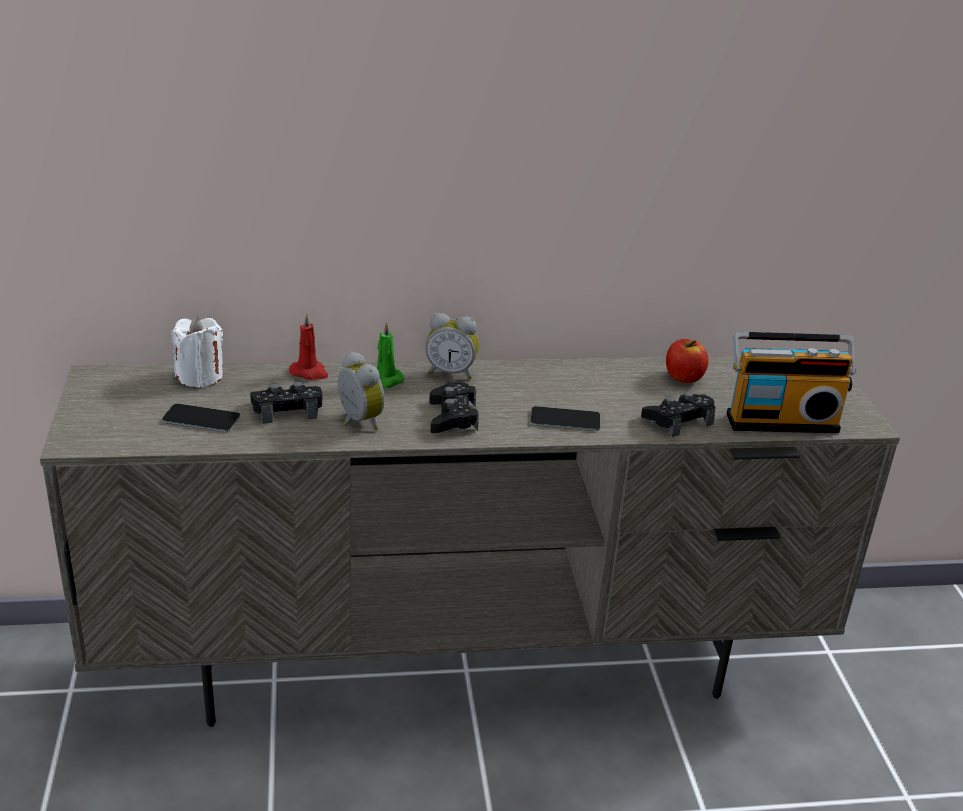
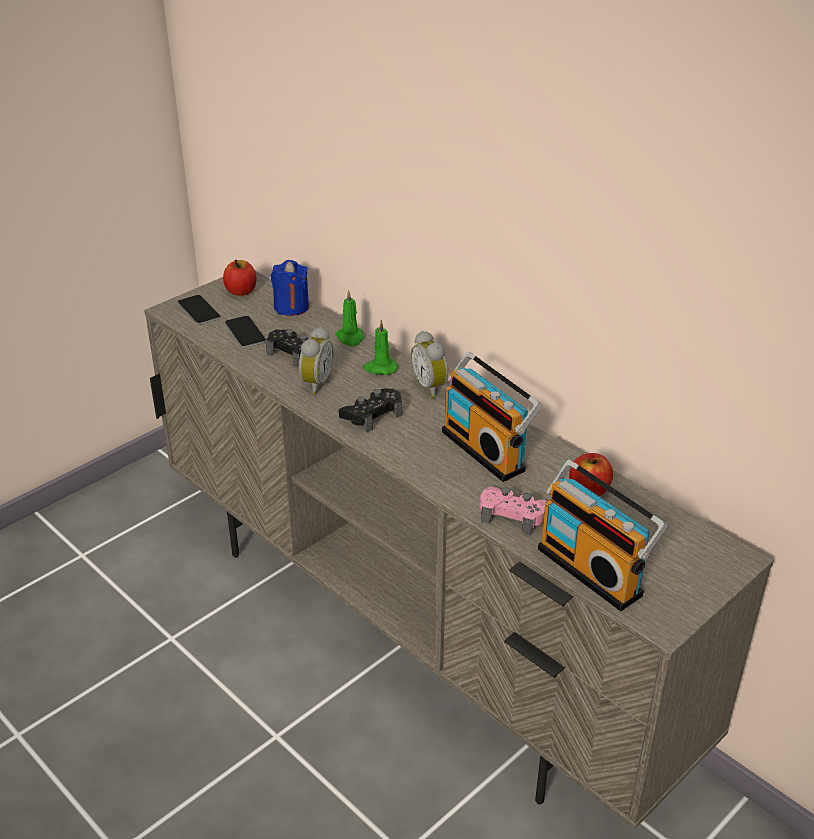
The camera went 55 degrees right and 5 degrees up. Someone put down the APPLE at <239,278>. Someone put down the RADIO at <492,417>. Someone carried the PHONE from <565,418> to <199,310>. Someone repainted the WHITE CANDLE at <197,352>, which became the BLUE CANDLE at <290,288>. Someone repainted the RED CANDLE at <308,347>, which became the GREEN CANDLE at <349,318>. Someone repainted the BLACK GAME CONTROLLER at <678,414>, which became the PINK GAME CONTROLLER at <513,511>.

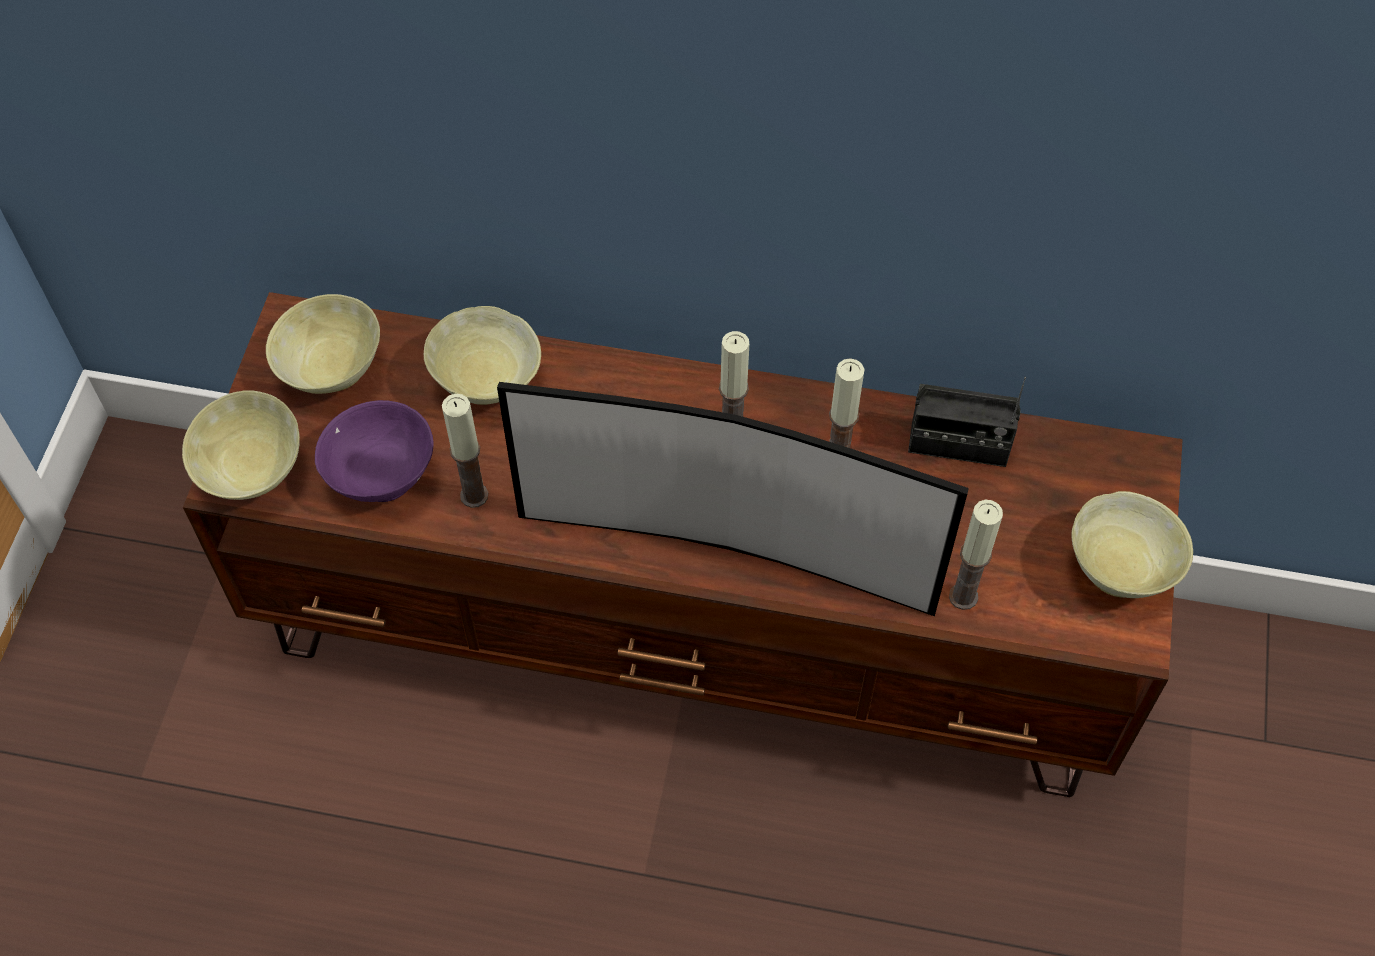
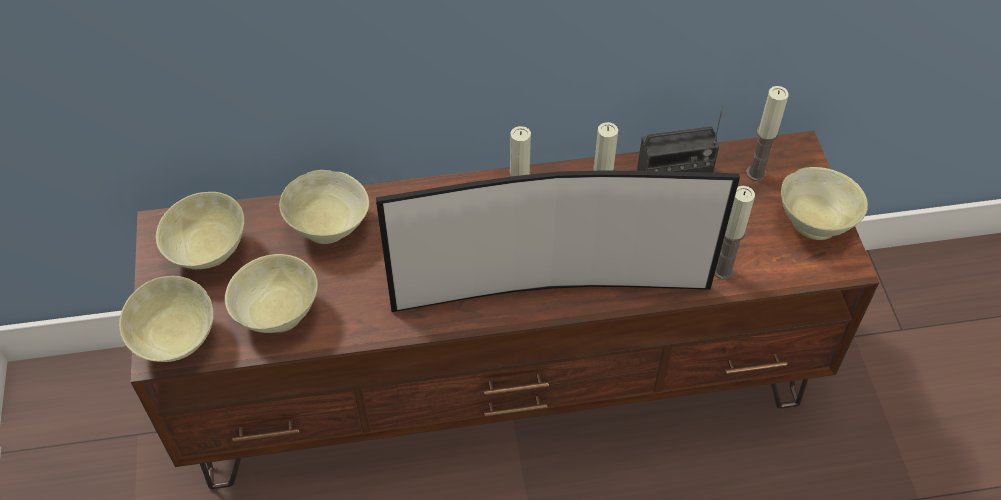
The camera went 20 degrees left and 5 degrees down. Someone carried the CANDLE from <465,451> to <767,133>. Someone repainted the PURPLE BOWL at <374,451>, which became the BEIGE BOWL at <271,293>.

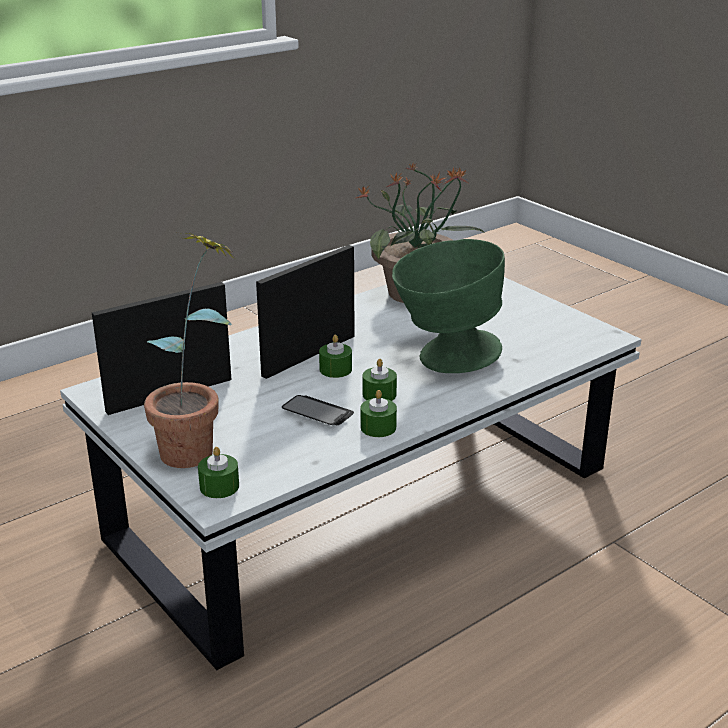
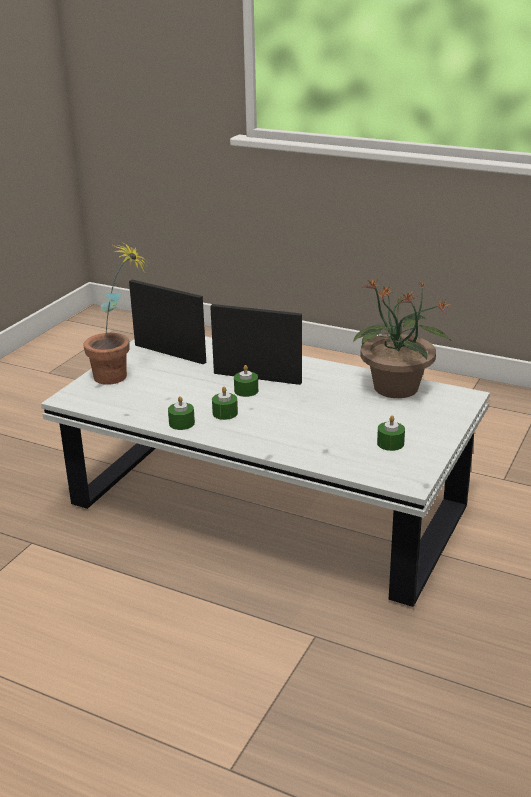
The camera went 65 degrees right and 0 degrees up. Someone took away the PHONE at <318,410>. Someone took away the GREEN BOWL at <448,306>. Someone carried the GREEN CANDLE from <218,472> to <391,433>.

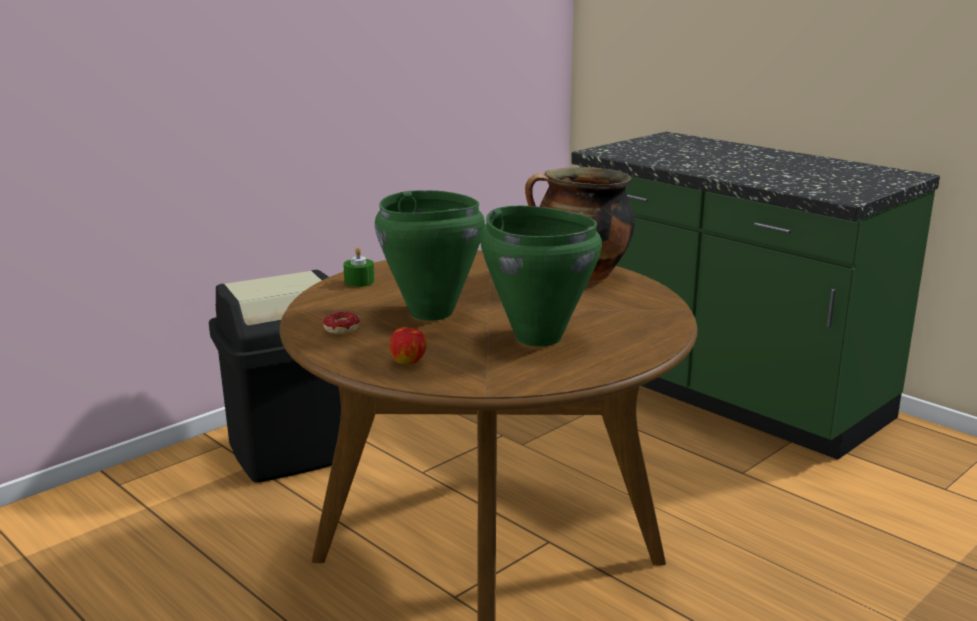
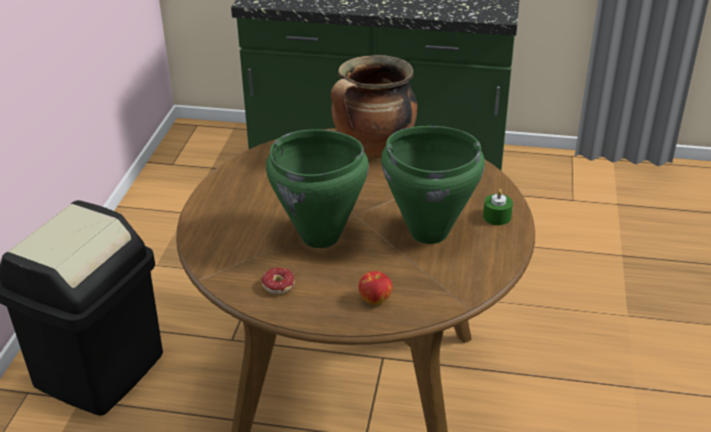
The camera went 35 degrees left and 15 degrees up. Someone carried the GREEN CANDLE from <359,267> to <498,207>.

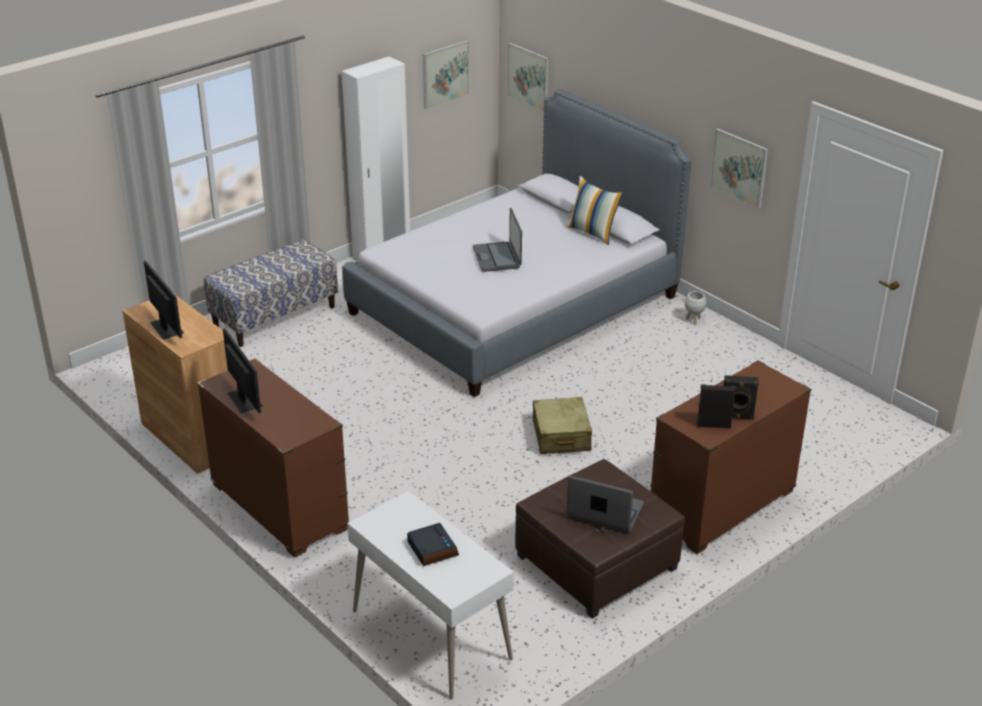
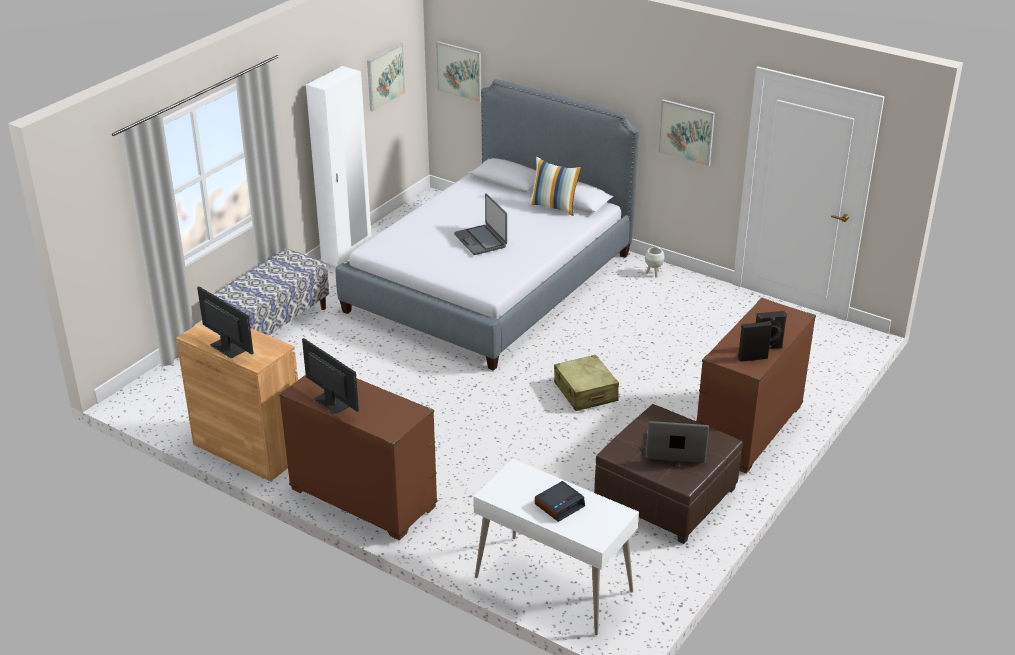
The camera went 15 degrees left and 0 degrees up. Someone rotated the ALARM CLOCK at <433,544> by 90 degrees clockwise.

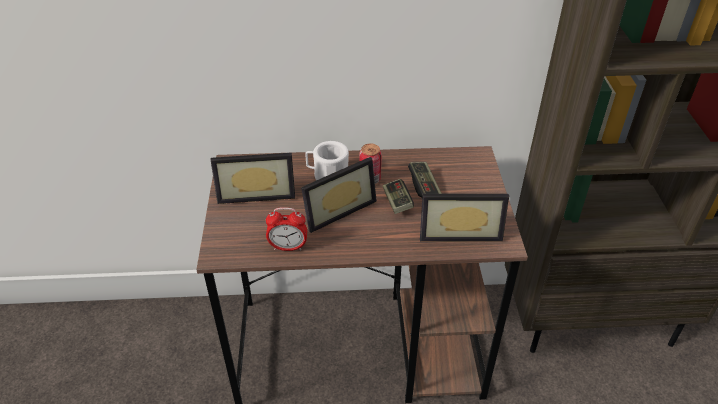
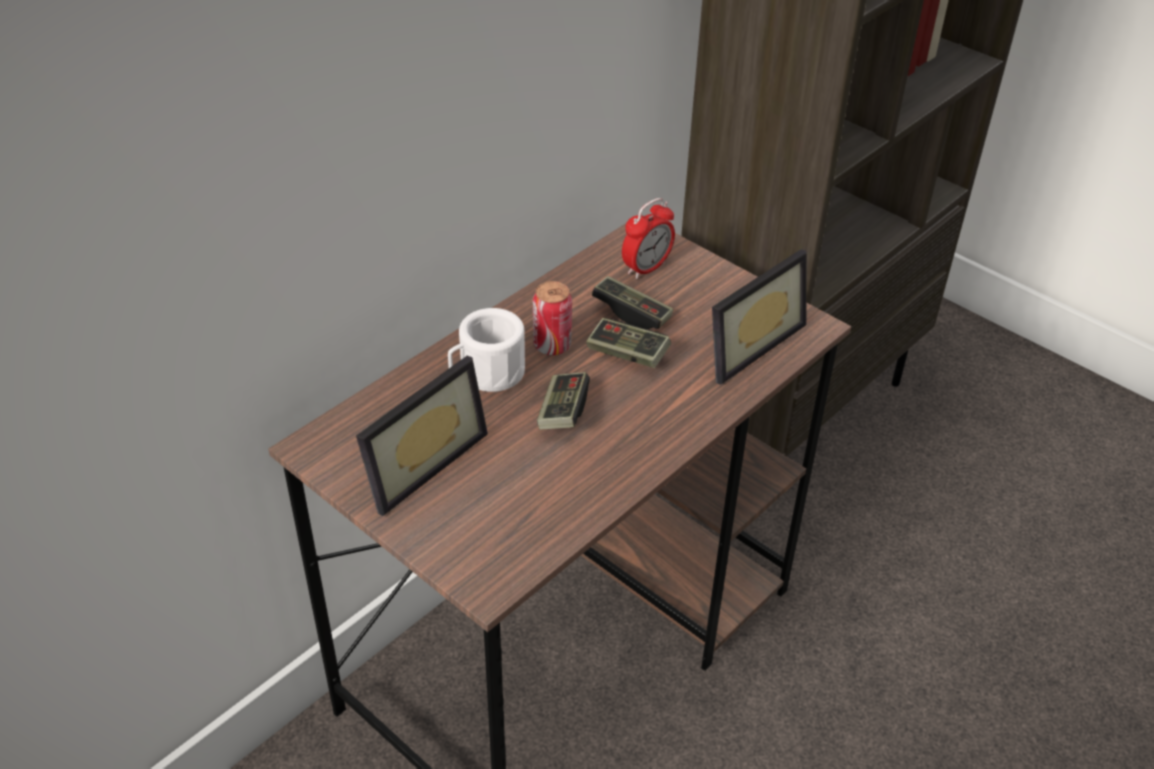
The camera went 45 degrees left and 0 degrees up. Someone carried the ALARM CLOCK from <286,229> to <648,238>. Someone swapped the PICTURE FRAME at <339,195> for the GAME CONTROLLER at <563,400>.

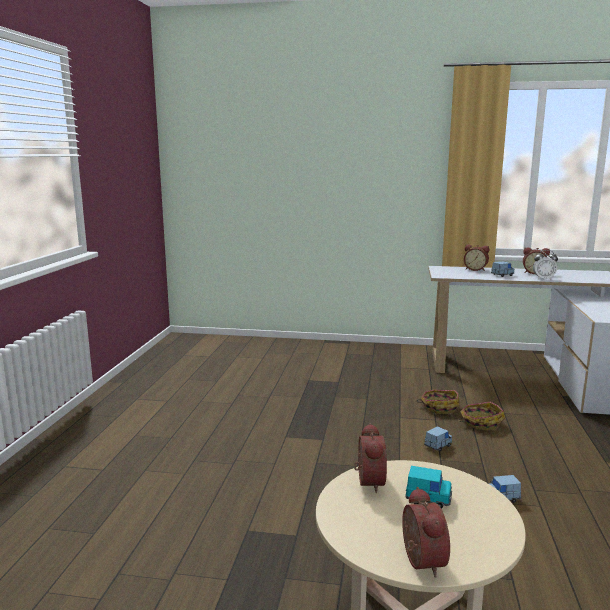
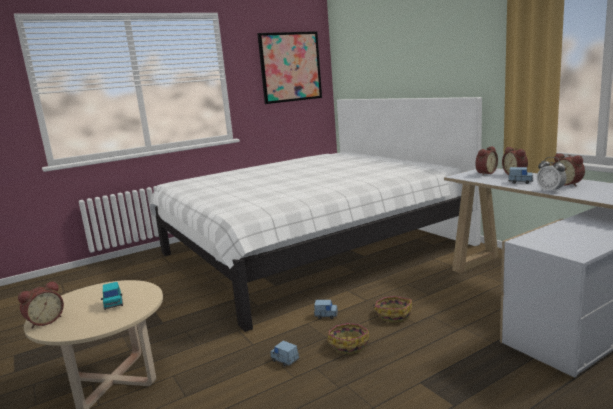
The camera went 50 degrees right and 0 degrees up. Someone put down the WHITE BED at <315,214>. Someone put up the PICTURE at <289,67>. Someone carried the ALARM CLOCK from <370,458> to <486,160>. Someone carried the BASKET from <437,402> to <348,338>.

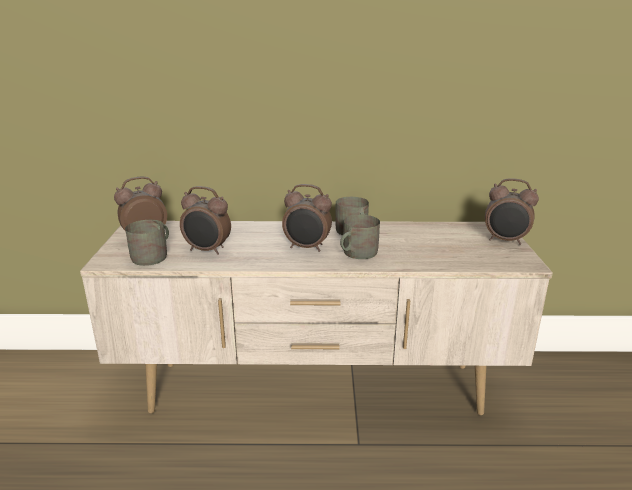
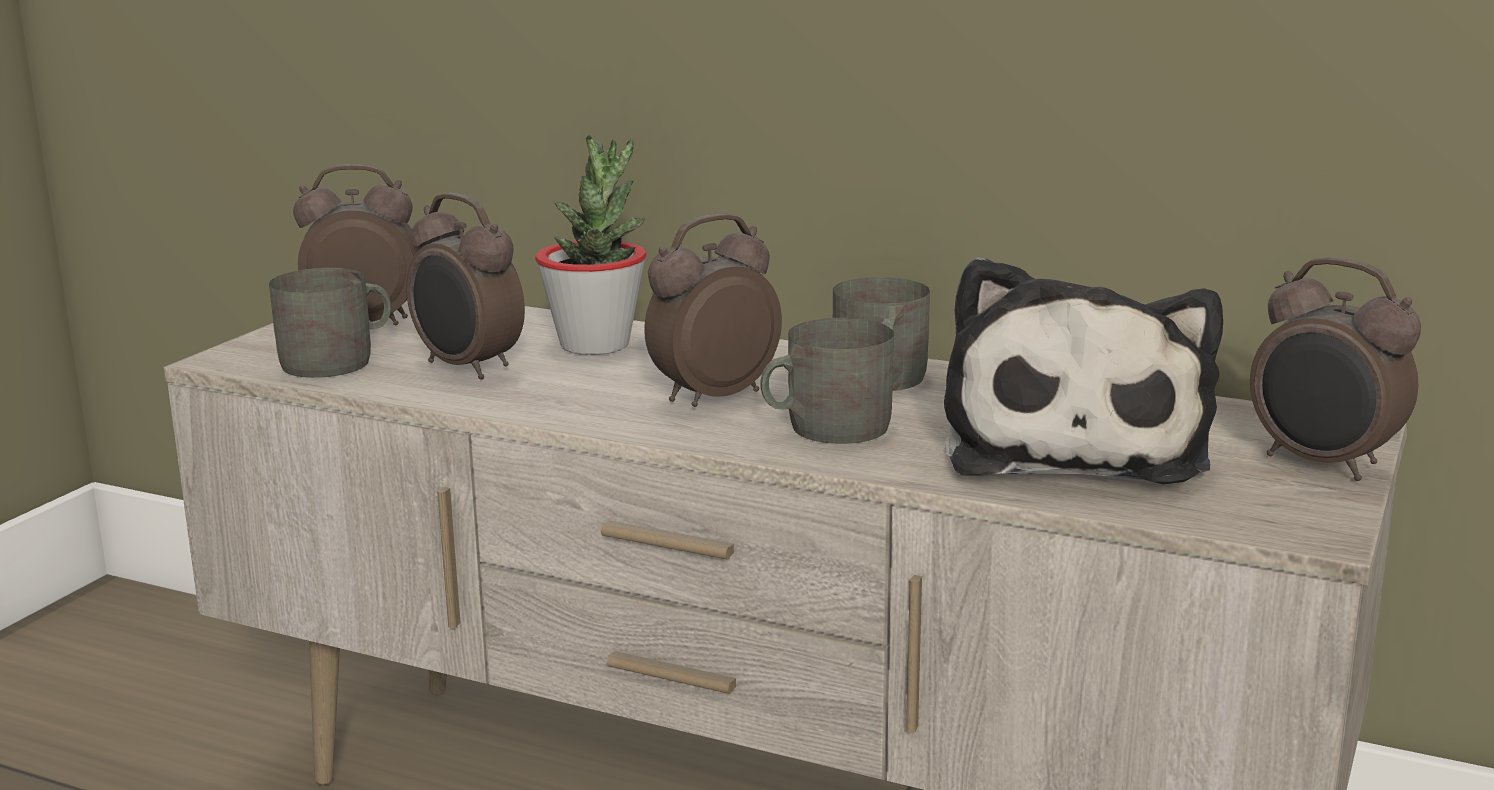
The camera went 25 degrees right and 5 degrees down. Someone put down the POTTED PLANT at <591,245>. Someone put down the PLUSH TOY at <1083,370>. Someone rotated the ALARM CLOCK at <307,218> by 105 degrees clockwise.

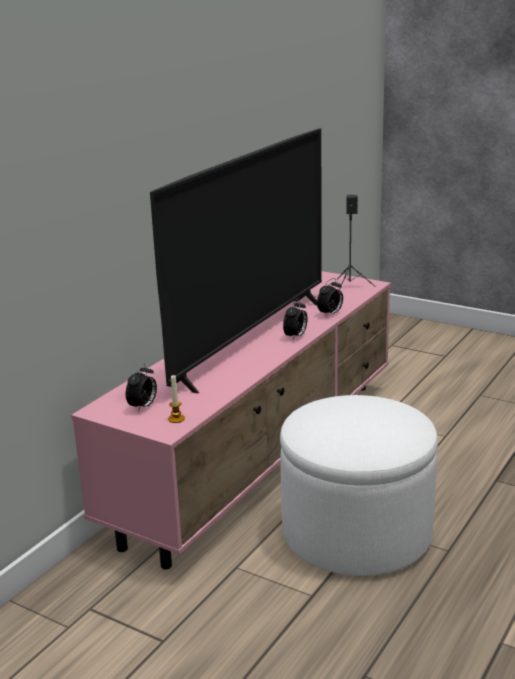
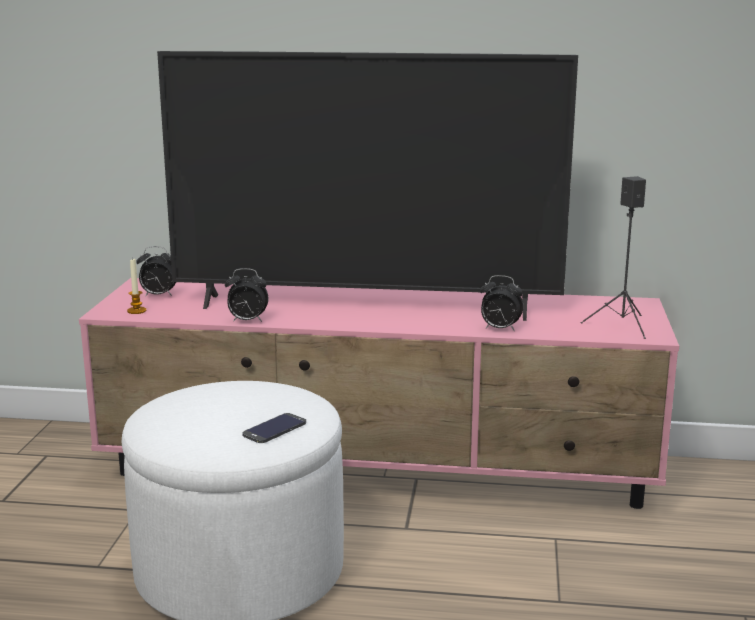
The camera went 65 degrees right and 5 degrees down. Someone put down the PHONE at <274,428>. Someone carried the ALARM CLOCK from <295,319> to <247,295>.

